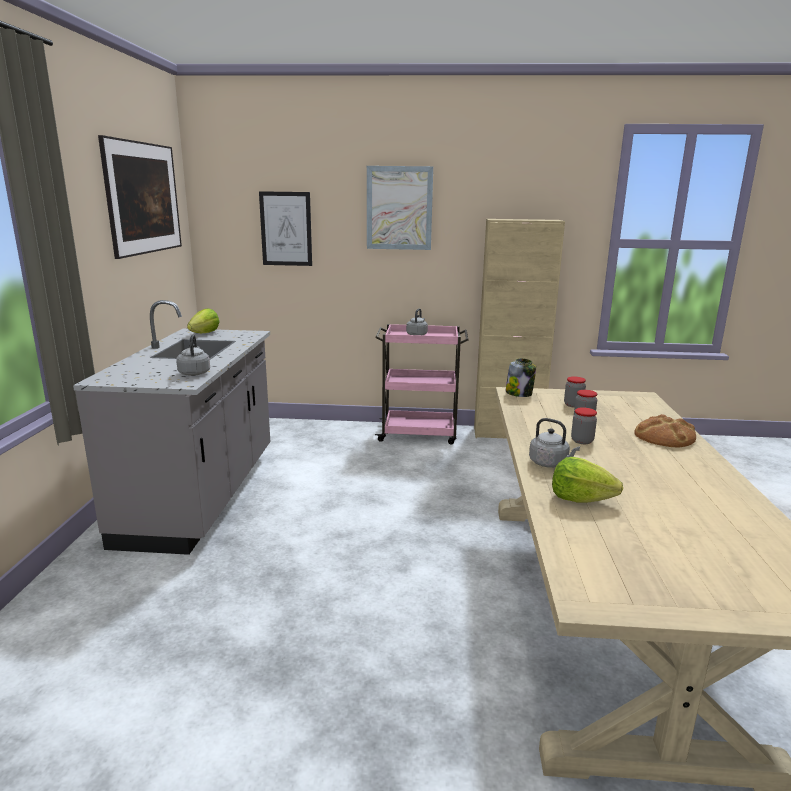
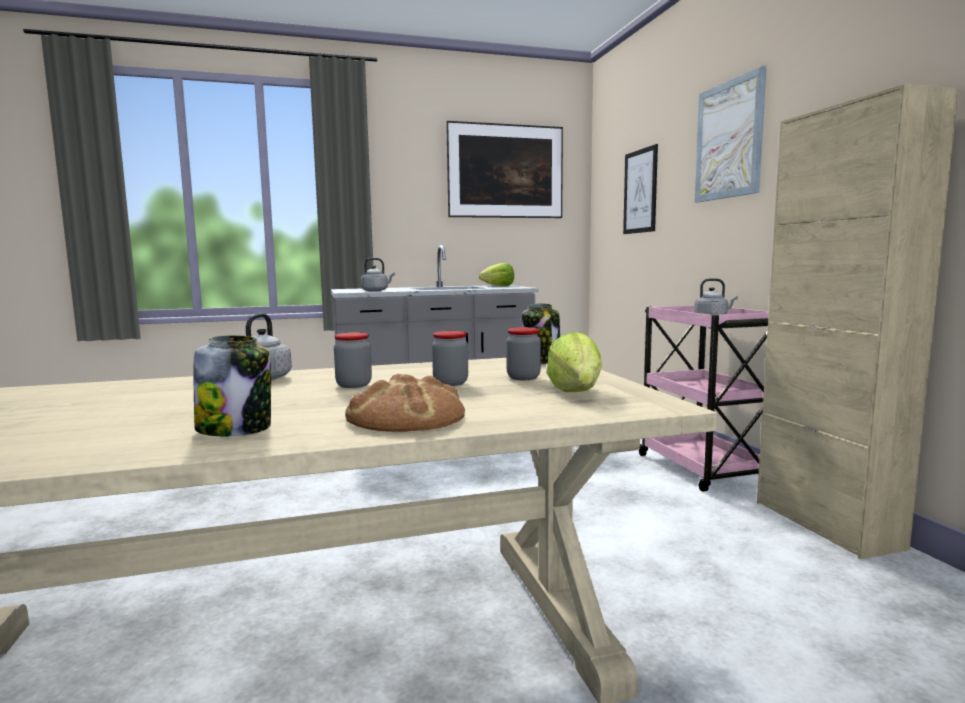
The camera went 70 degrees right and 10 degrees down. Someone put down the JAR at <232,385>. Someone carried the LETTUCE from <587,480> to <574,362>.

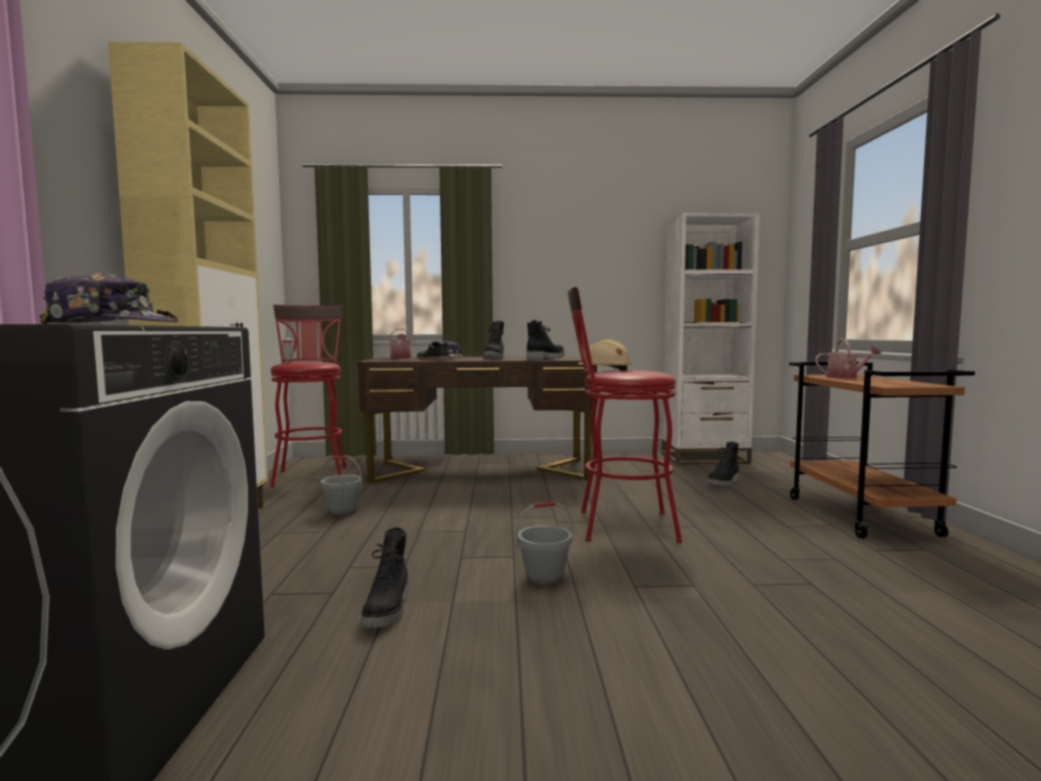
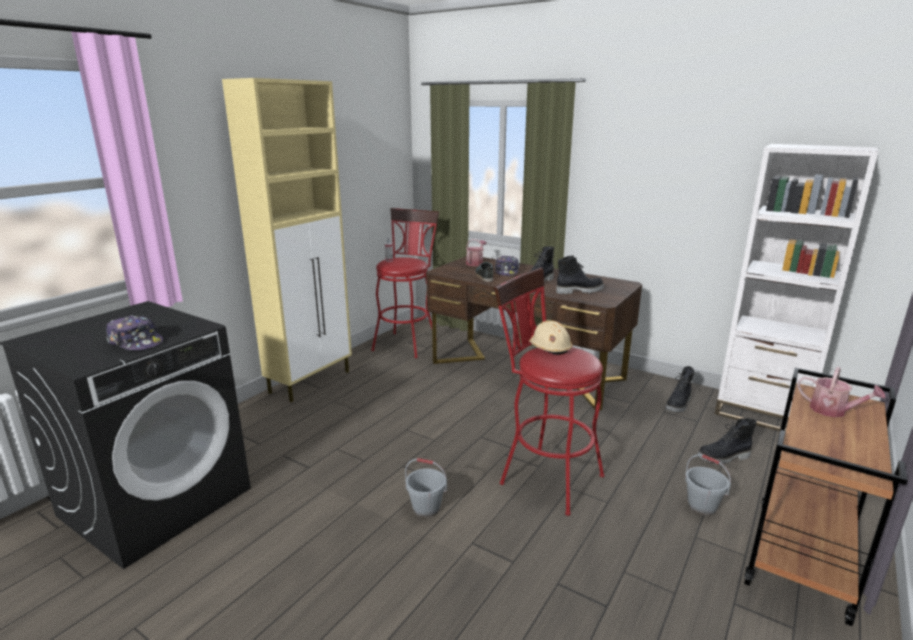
The camera went 35 degrees right and 15 degrees up. Someone carried the GREY BUCKET from <341,486> to <708,485>. Someone carried the BLACK BOOT from <384,577> to <680,389>.

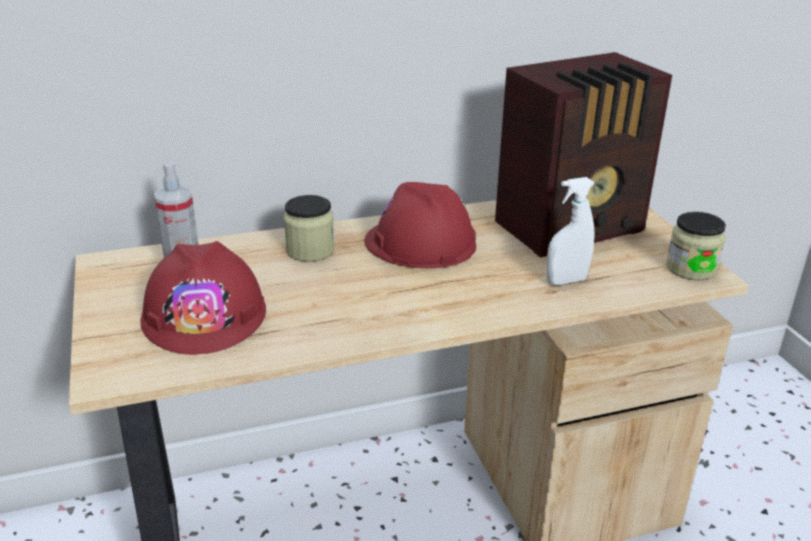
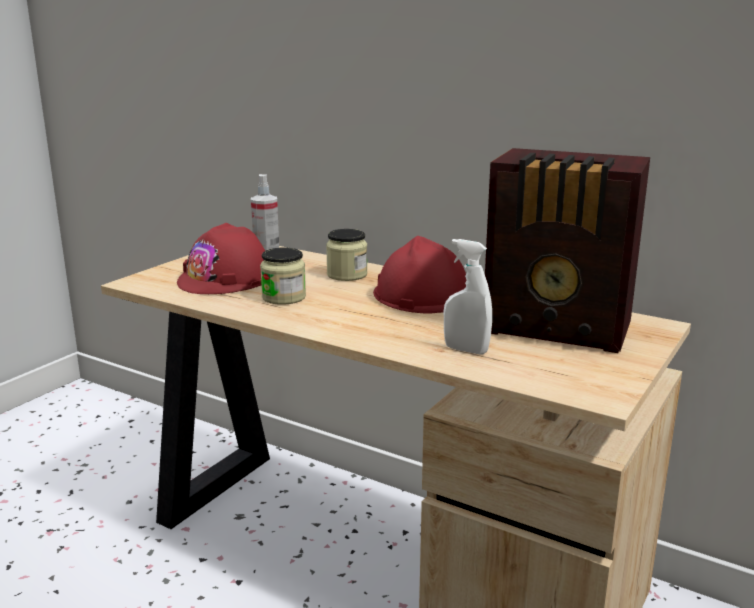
The camera went 50 degrees right and 10 degrees down. Someone carried the JAR from <696,246> to <283,276>.

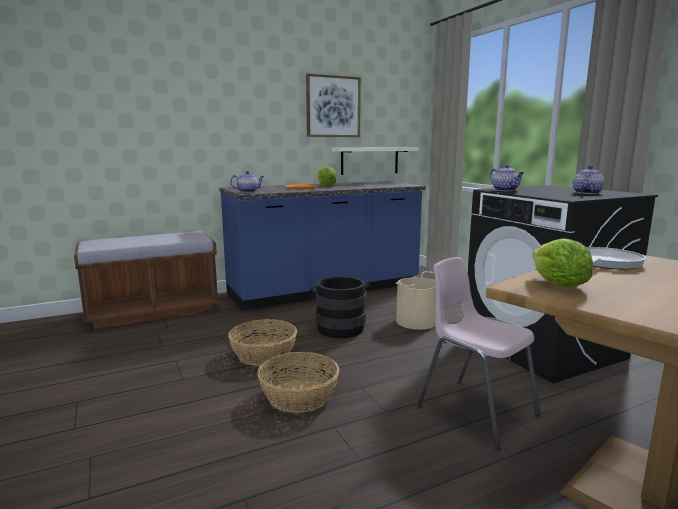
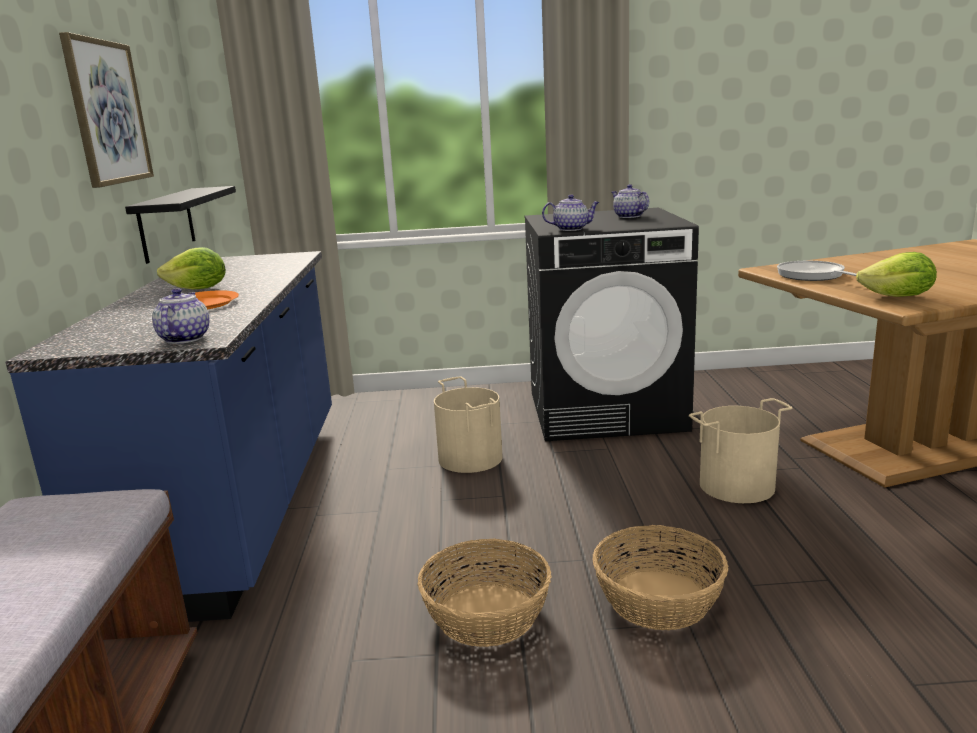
The camera went 65 degrees left and 5 degrees up. Someone took away the BLACK BUCKET at <339,307>. Someone swapped the PINK CHAIR at <478,353> for the BEIGE BUCKET at <740,450>. Someone repainted the WHITE SHELF at <375,161>, which became the BLACK SHELF at <180,225>.

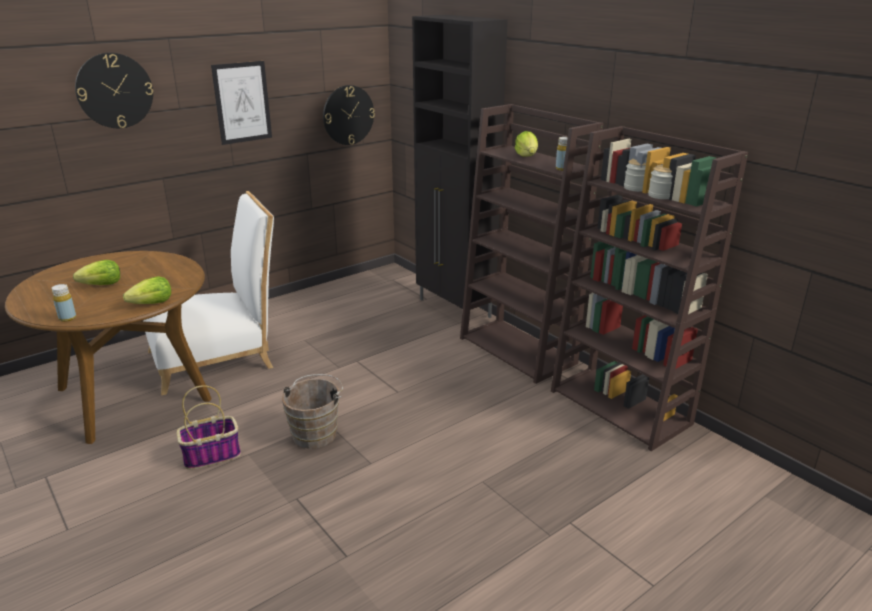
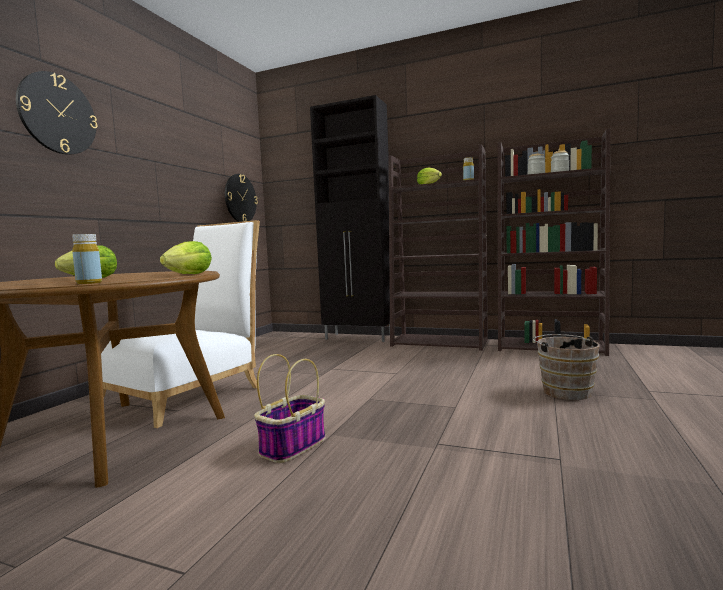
The camera went 30 degrees left and 20 degrees down. Someone took away the PICTURE at <241,103>. Someone carried the BROWN BUCKET from <312,411> to <566,367>.

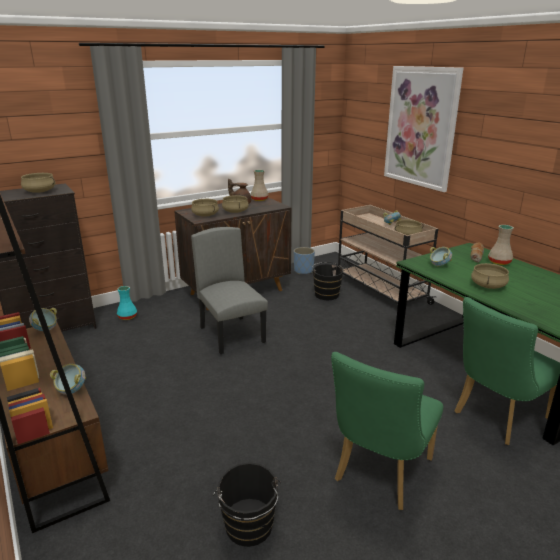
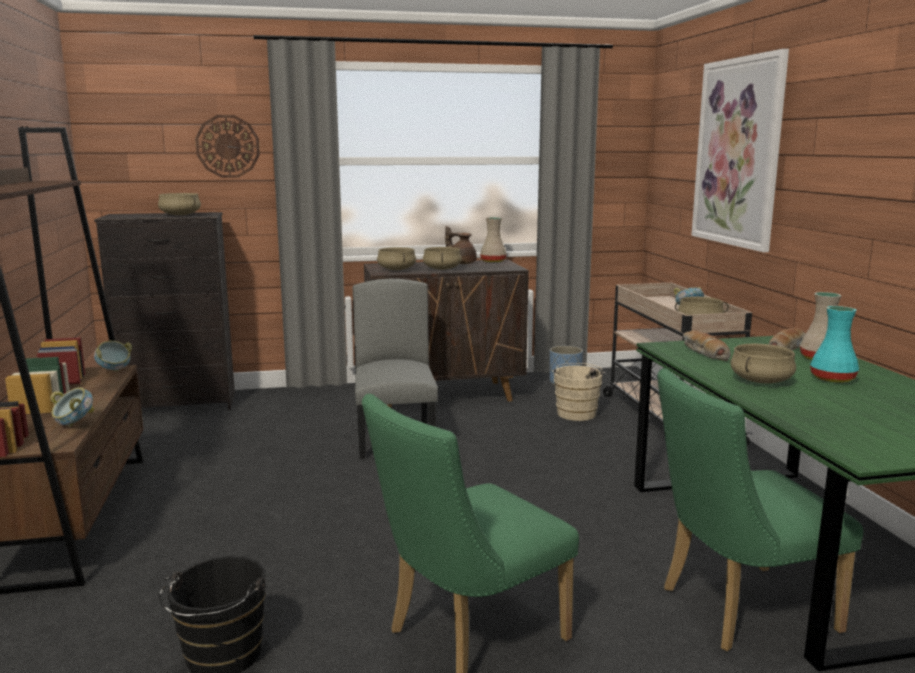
The camera went 20 degrees right and 10 degrees down. Someone put up the WALL CLOCK at <227,146>. Someone carried the TURQUOISE VASE from <127,303> to <834,344>. Someone swapped the BOWL at <441,257> for the BREAD at <707,345>. Someone repainted the BLACK BUCKET at <328,281>, which became the BEIGE BUCKET at <579,392>.

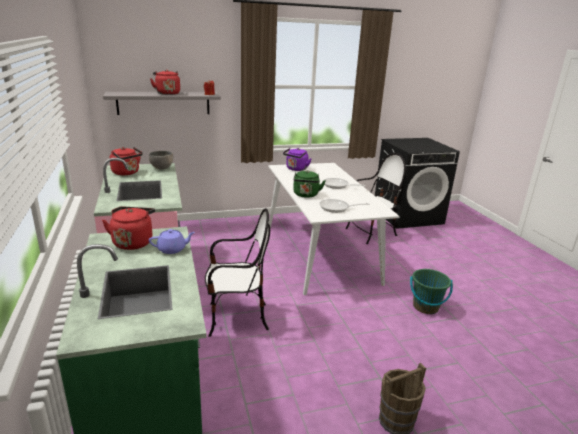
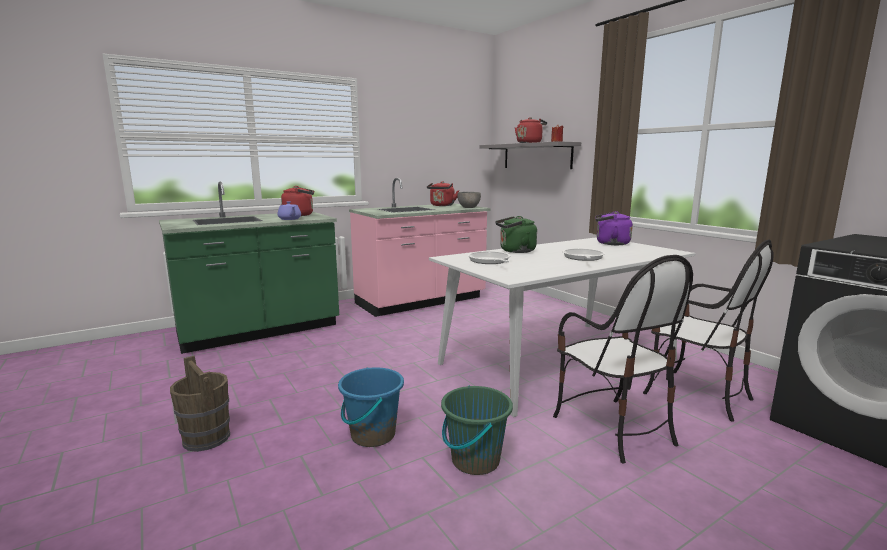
The camera went 75 degrees right and 10 degrees down. Someone put down the BLUE BUCKET at <371,407>. Someone carried the CHAIR from <237,272> to <623,359>.

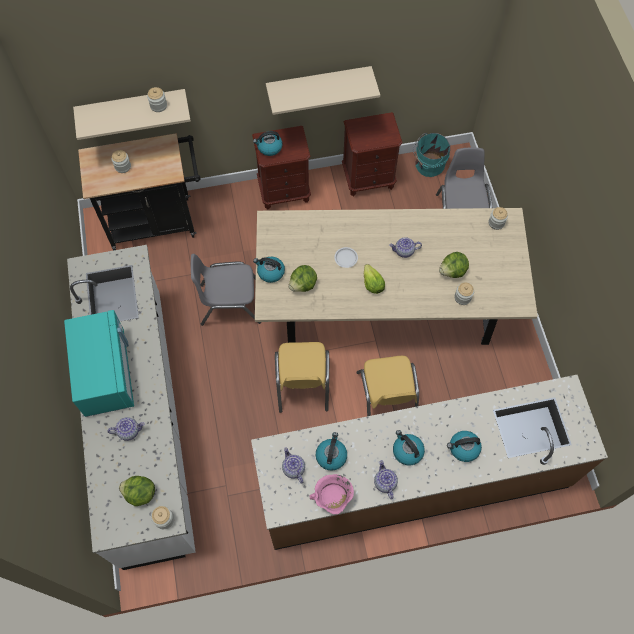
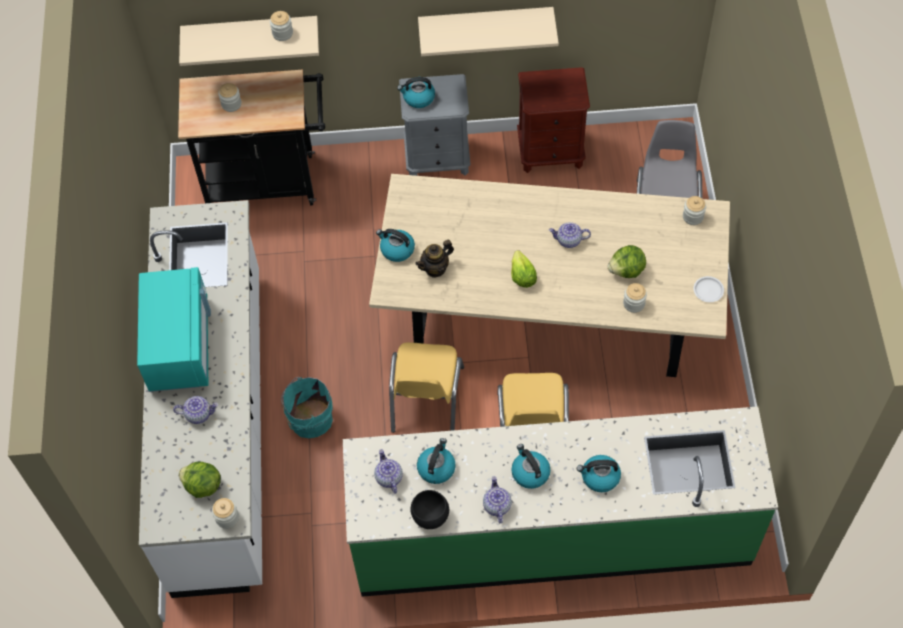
The camera went 10 degrees right and 5 degrees down. Someone took away the GREY CHAIR at <226,290>. Someone carried the WHITE PLATE from <346,257> to <709,289>. Someone carried the TURQUOISE BUCKET from <431,155> to <307,407>. Someone swapped the LETTUCE at <303,278> for the TEAPOT at <434,259>. Someone swapped the PINK COOKING POT at <332,494> for the BLACK BOWL at <430,509>. Someone repainted the BROWN COUNTER at <429,462>, which became the GREEN COUNTER at <560,501>. Someone repainted the BROWN NIGHTSTAND at <281,168>, which became the GREY NIGHTSTAND at <435,125>.

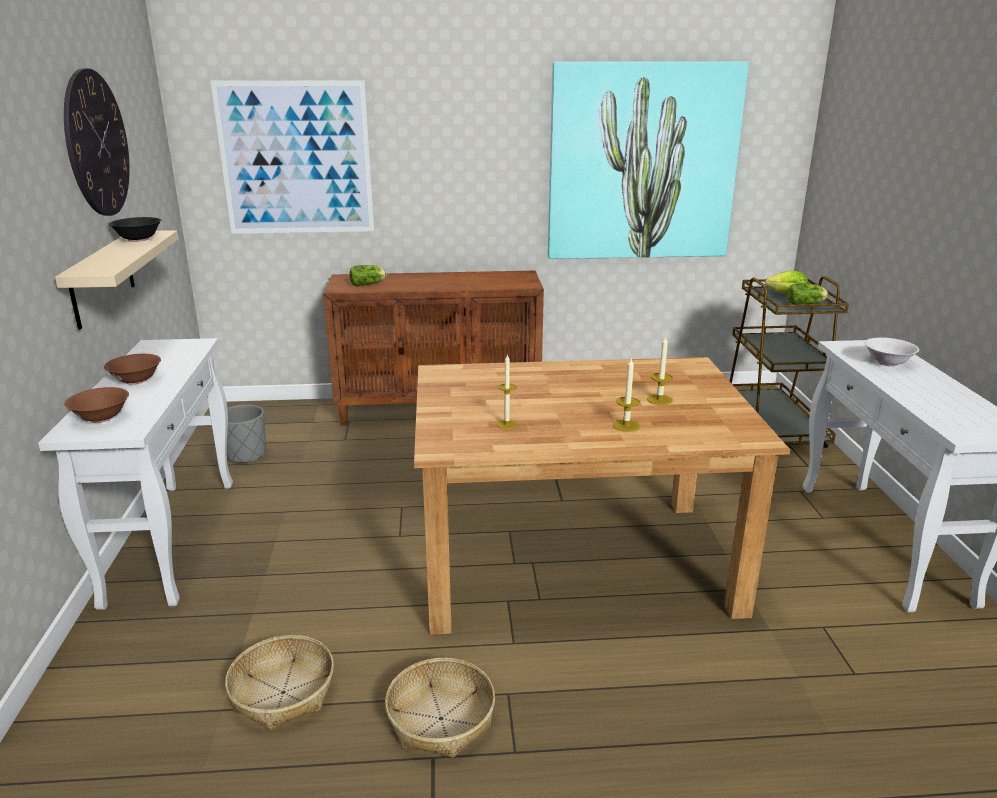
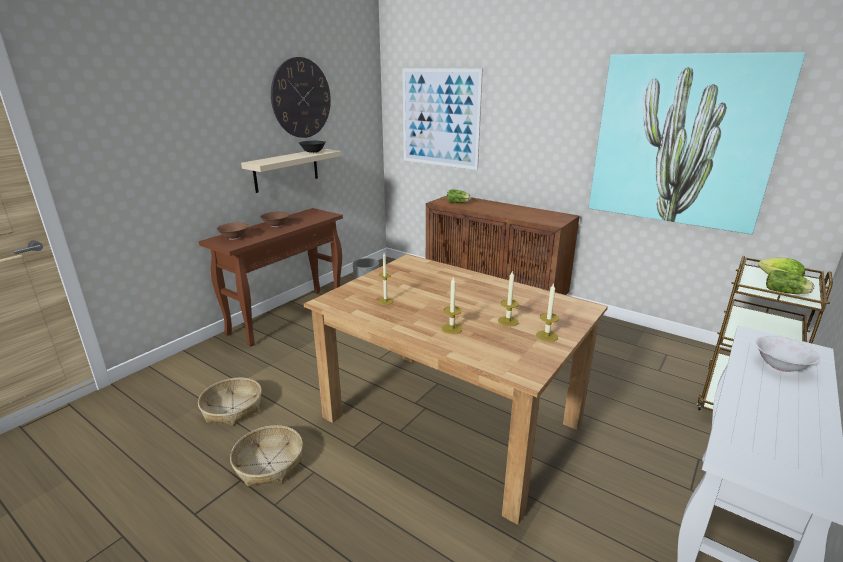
The camera went 40 degrees right and 0 degrees up. Someone put down the CANDLE at <547,312>. Someone repainted the WHITE CONSOLE TABLE at <135,474>, which became the BROWN CONSOLE TABLE at <271,277>.

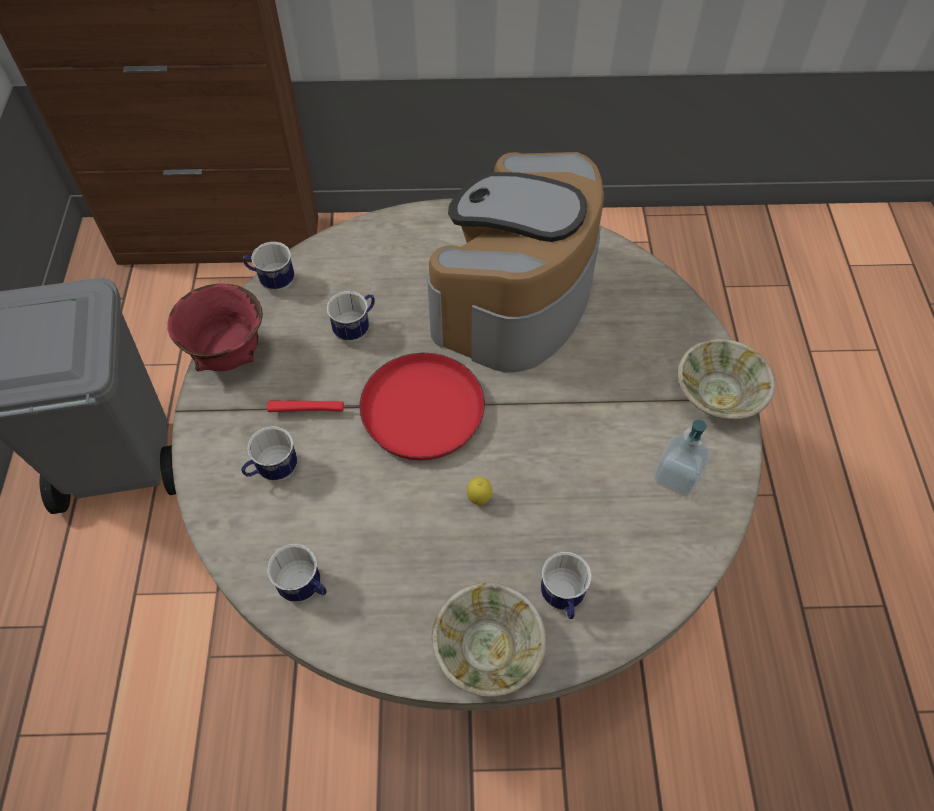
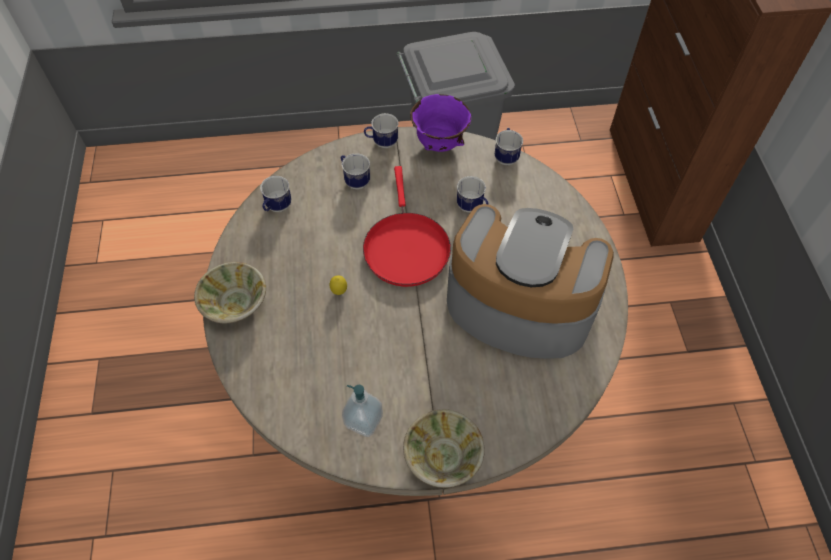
The camera went 85 degrees right and 0 degrees up. Someone carried the MUG from <566,585> to <381,130>. Someone repainted the RED BOWL at <215,327>, which became the PURPLE BOWL at <440,123>.

